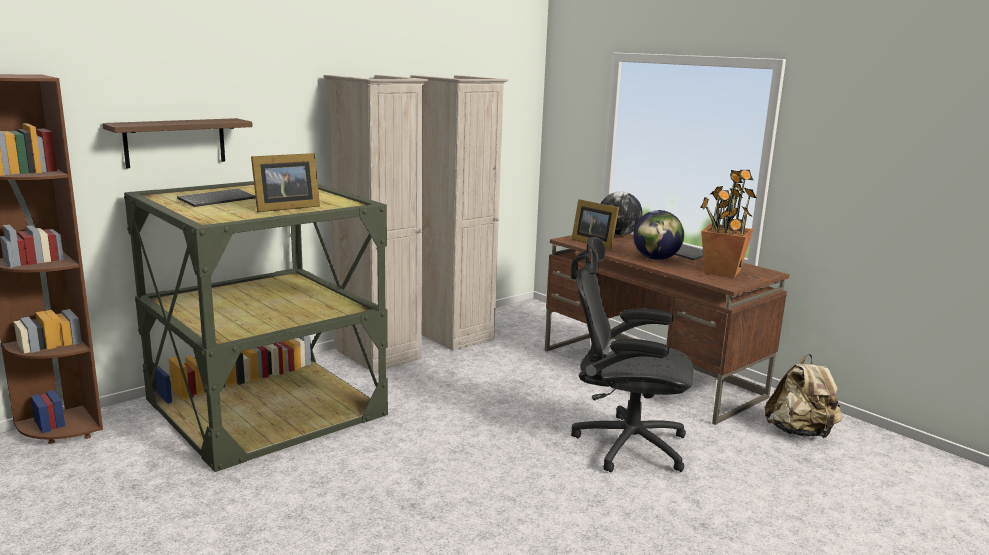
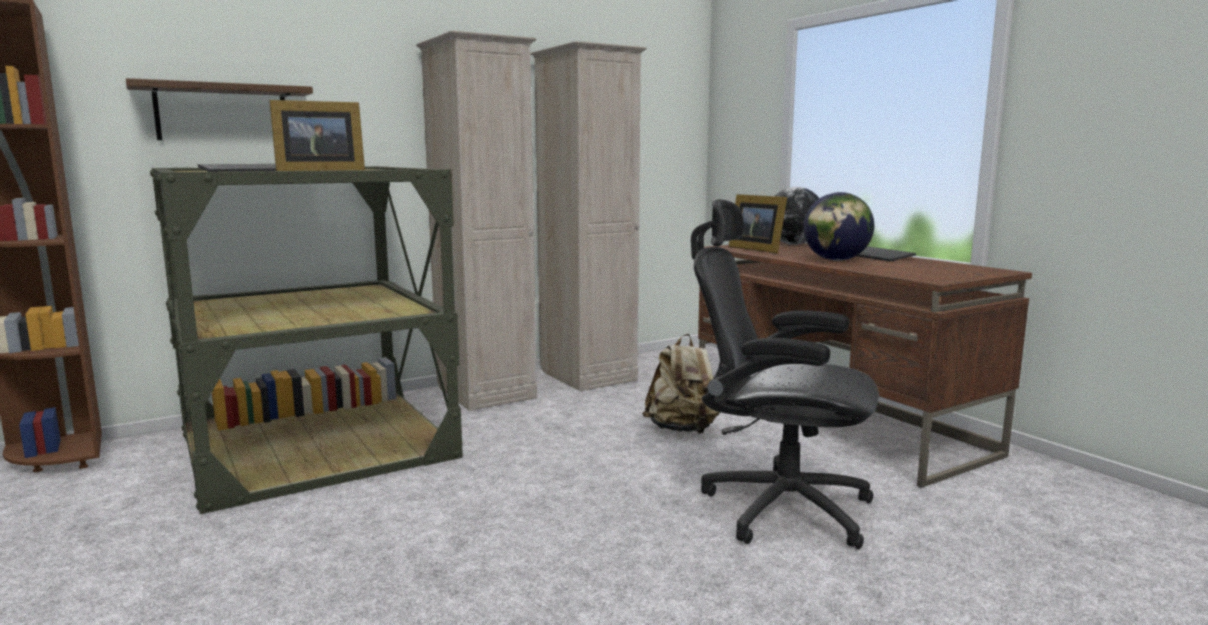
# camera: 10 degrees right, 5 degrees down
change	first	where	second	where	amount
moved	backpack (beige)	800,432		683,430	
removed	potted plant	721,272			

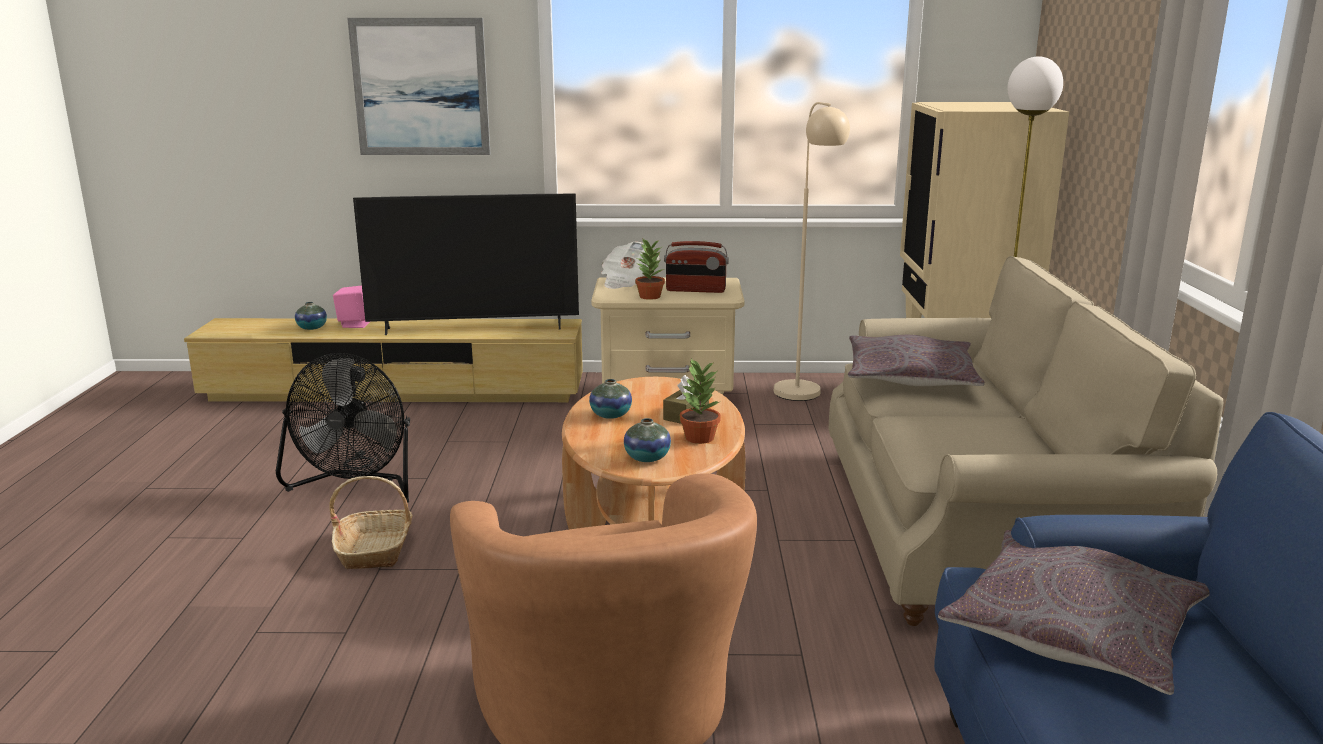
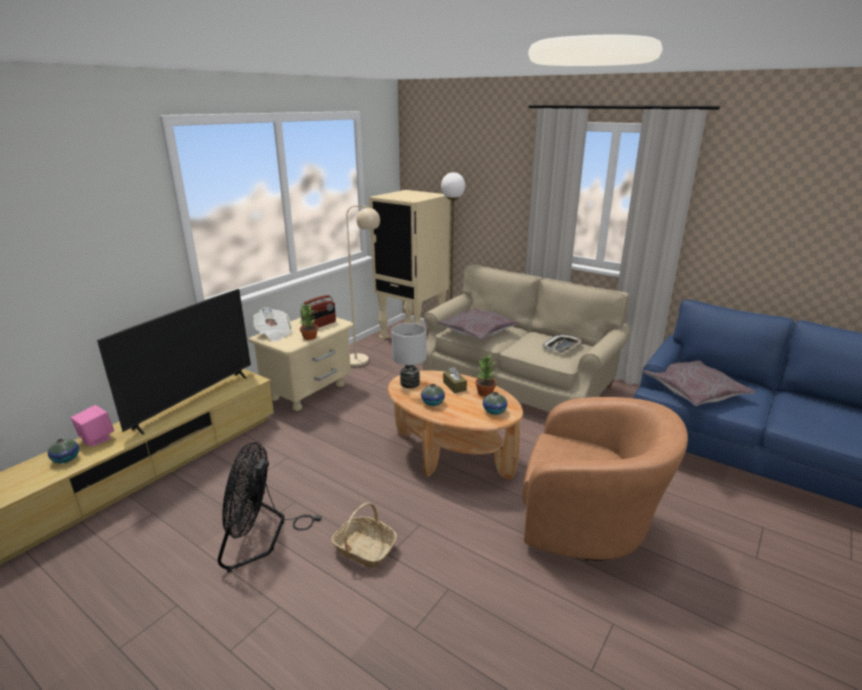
# camera: 55 degrees left, 5 degrees up
change	first	where	second	where	amount
turned	fan (black)	355,484		265,533	135 degrees clockwise
added			table lamp (grey)	410,383	
added			tray	562,347	
removed	picture	421,87			

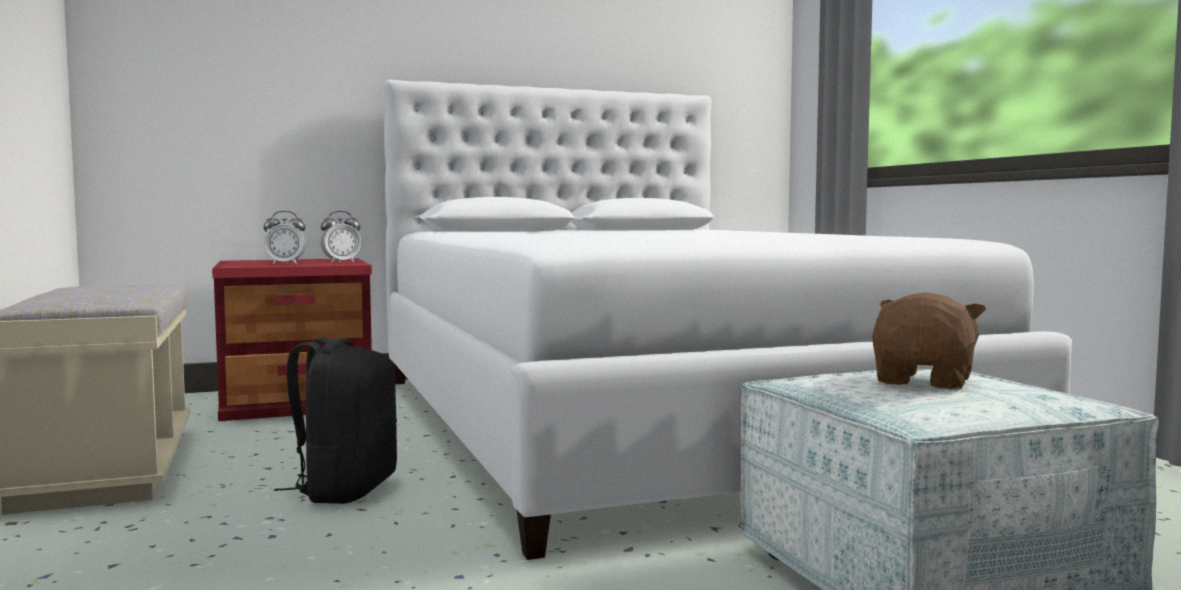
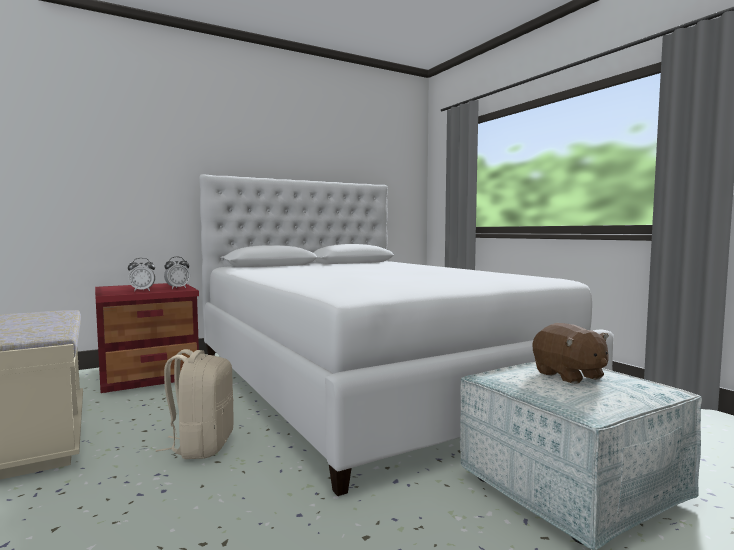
# camera: 10 degrees left, 0 degrees up
change	first	where	second	where	amount
recoloured	backpack (black)	345,490	backpack (beige)	201,446	
turned	plush toy (brown)	925,381		569,375	135 degrees clockwise

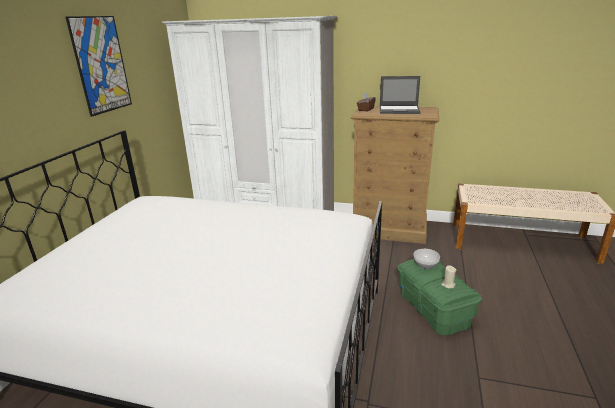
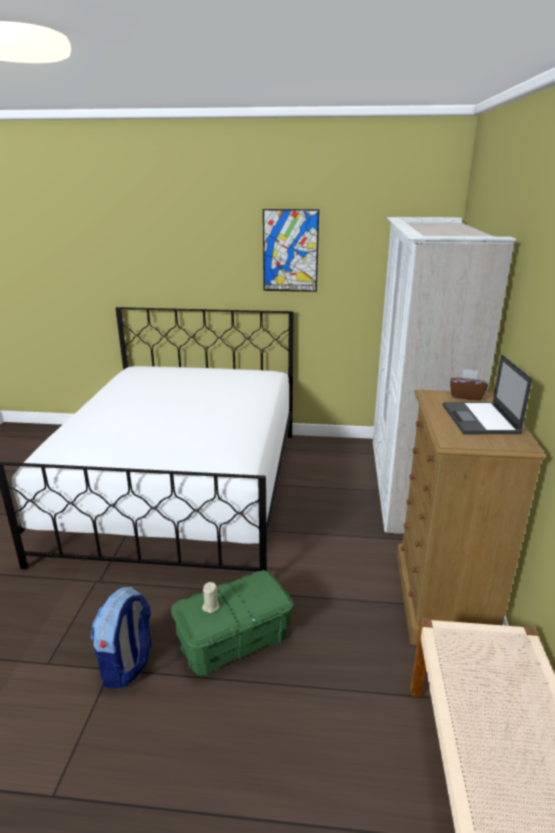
# camera: 80 degrees right, 0 degrees up
change	first	where	second	where	amount
added			backpack	128,665	
removed	bowl	425,264			

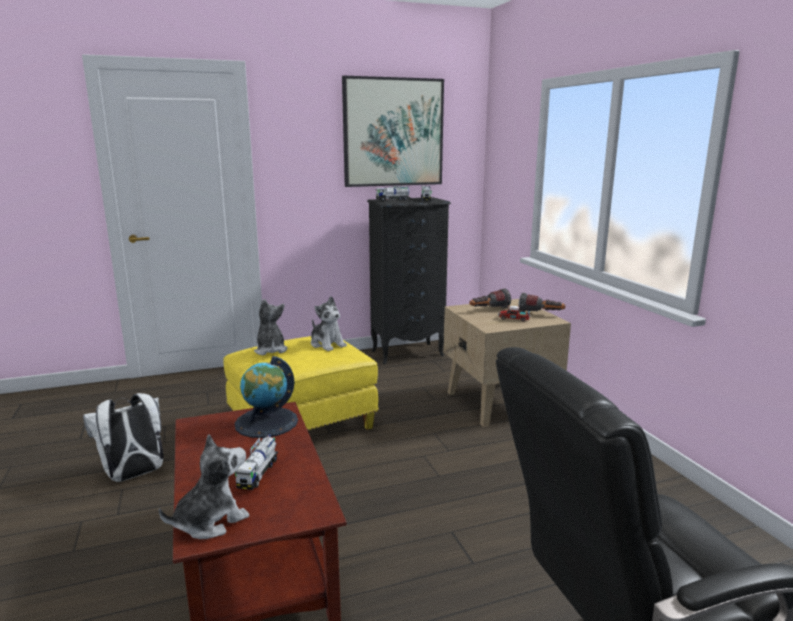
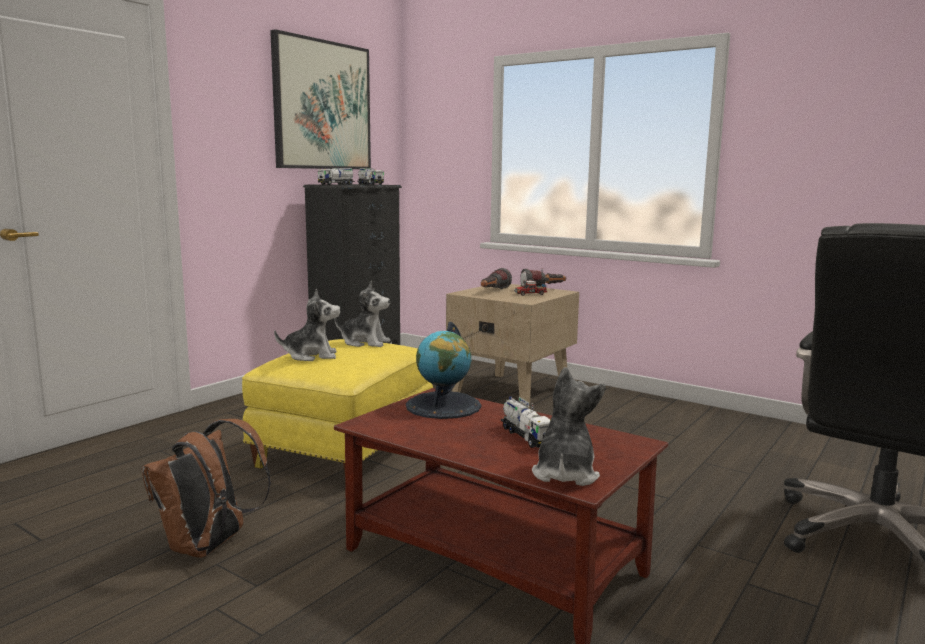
# camera: 35 degrees left, 5 degrees down
change	first	where	second	where	amount
recoloured	backpack (white)	134,475	backpack (brown)	209,547	
turned	plush toy	270,350		311,356	135 degrees clockwise

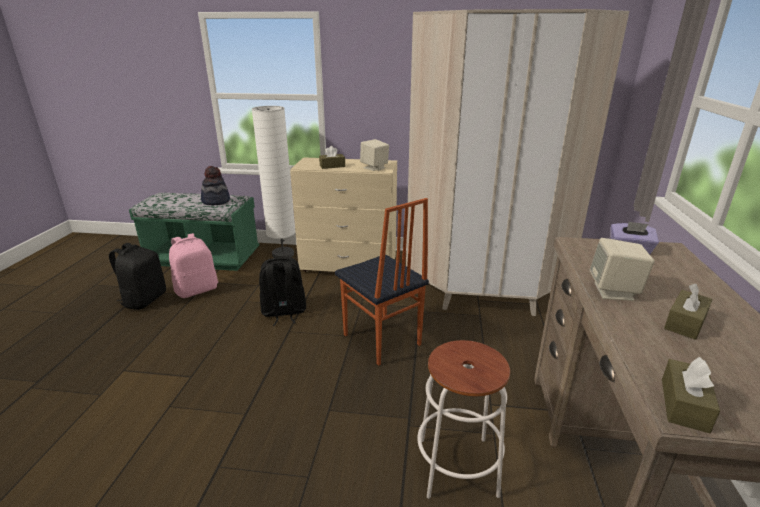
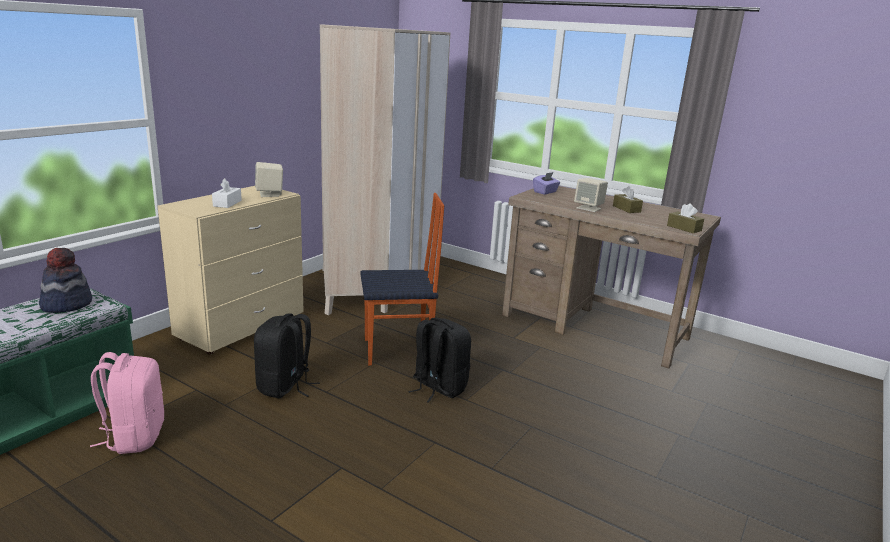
# camera: 65 degrees left, 5 degrees down
change	first	where	second	where	amount
recoloured	tissue box (brown)	332,166	tissue box (white)	227,203	
moved	backpack (black)	144,300		438,387	
removed	floor lamp (white)	283,254			
removed	stool (white)	457,466			

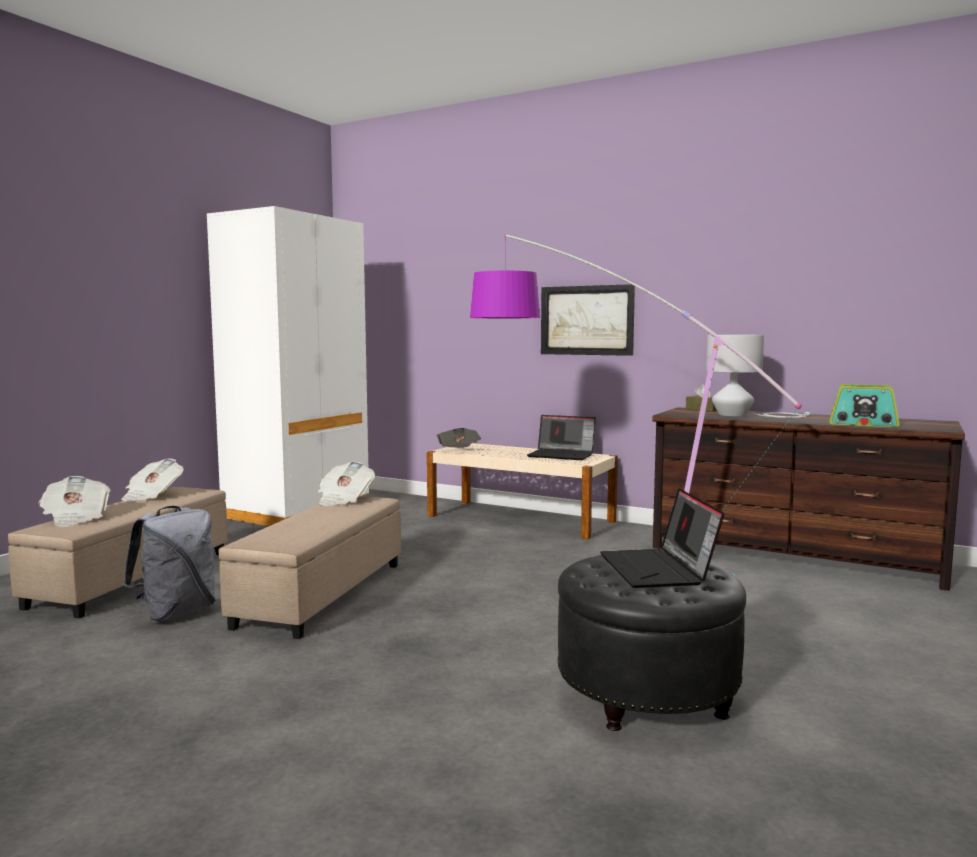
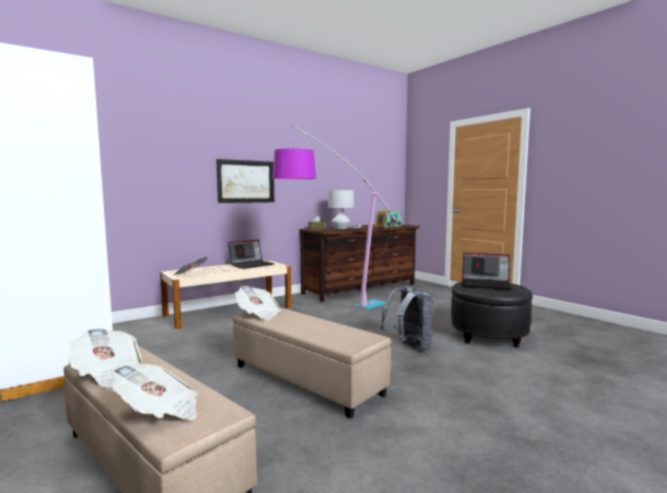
# camera: 65 degrees left, 0 degrees up
change	first	where	second	where	amount
moved	backpack (grey)	176,613		409,347	

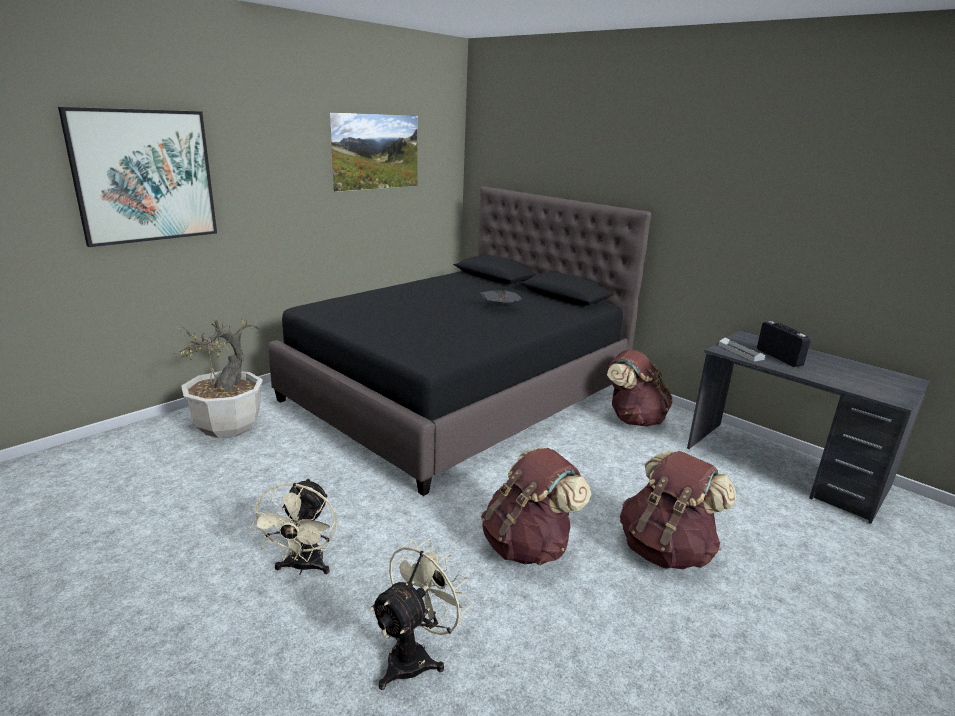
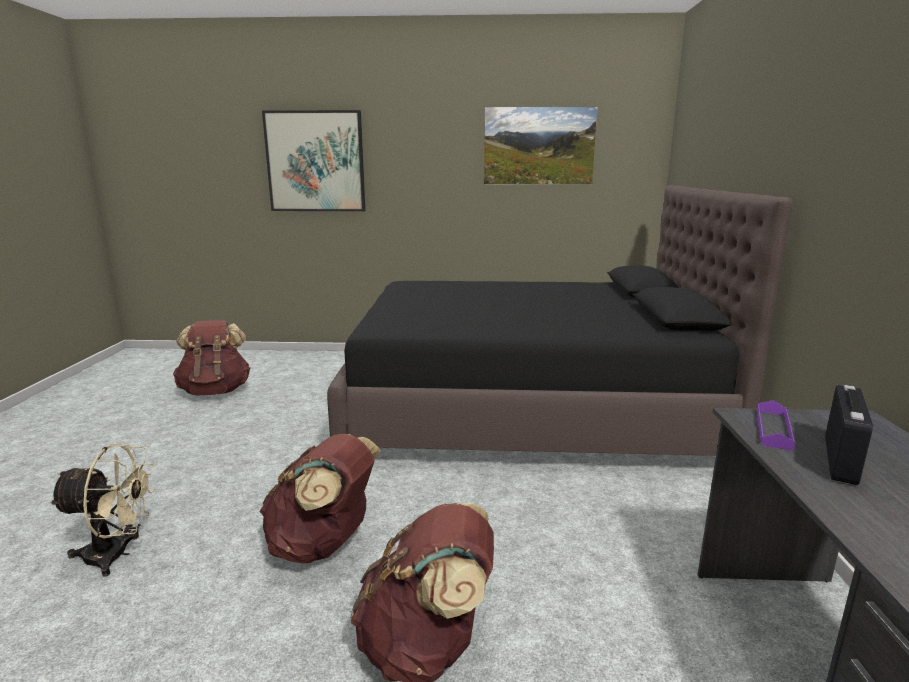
# camera: 50 degrees right, 5 degrees down
change	first	where	second	where	amount
moved	backpack (brown)	633,419		216,391	
recoloured	tray (grey)	740,352	tray (purple)	773,429	
removed	potted plant	228,427			
removed	fan (beige)	303,567			
removed	newspaper	501,308			

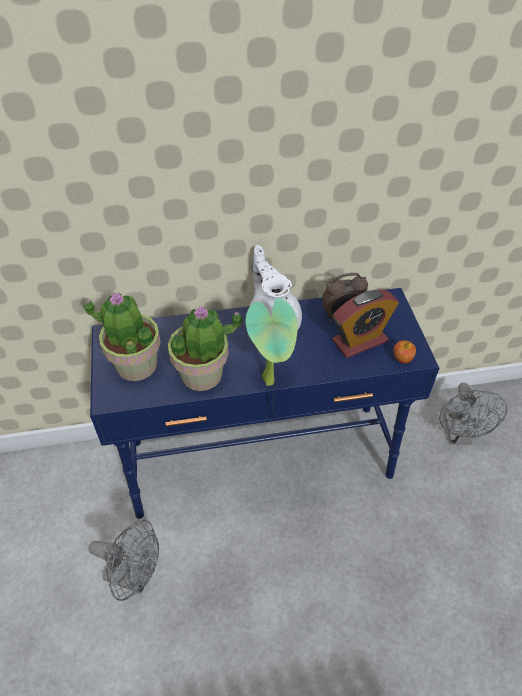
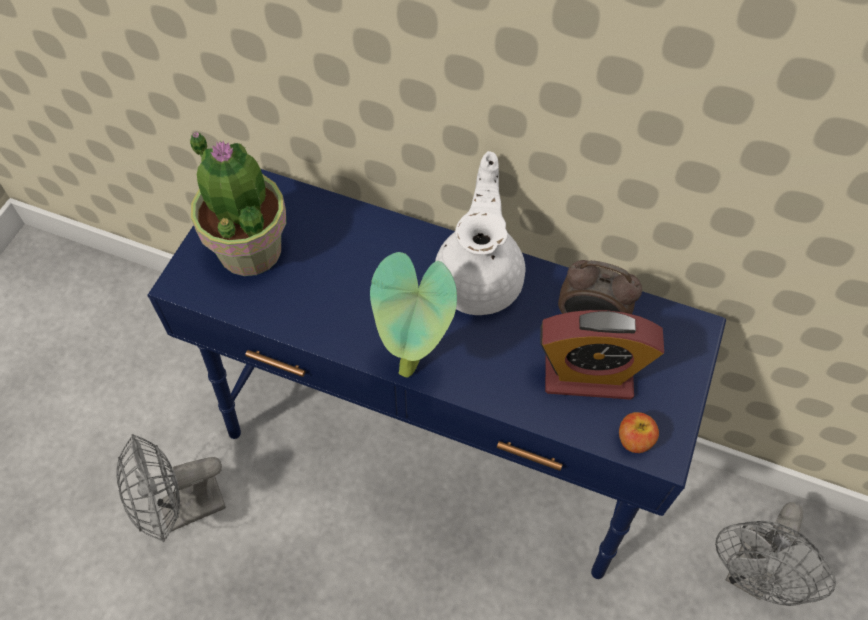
# camera: 30 degrees right, 10 degrees up
change	first	where	second	where	amount
turned	fan (grey)	135,577		182,510	105 degrees clockwise
removed	potted plant	202,375			

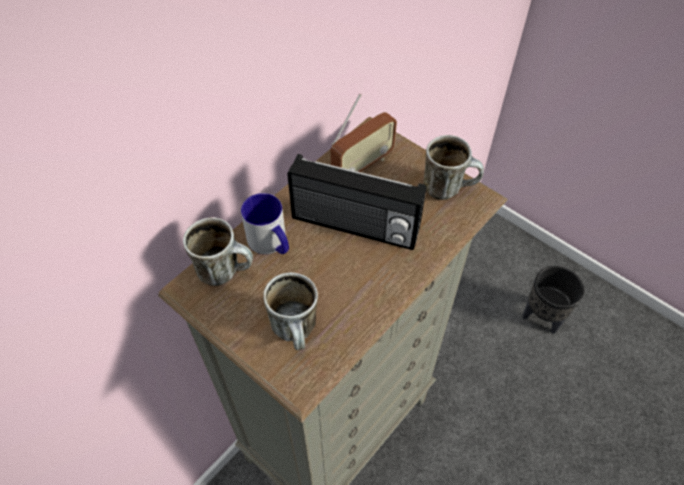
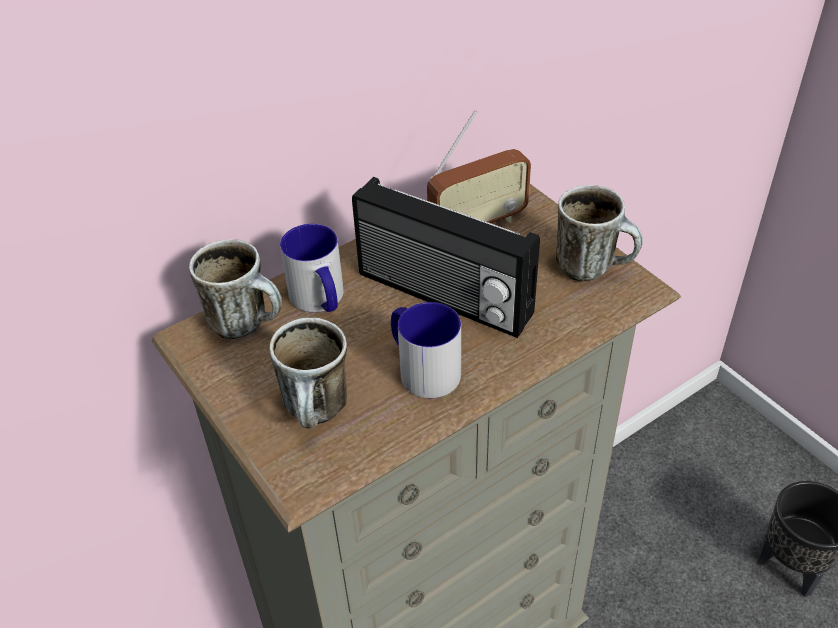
# camera: 15 degrees right, 10 degrees down
change	first	where	second	where	amount
added			mug	422,368	

